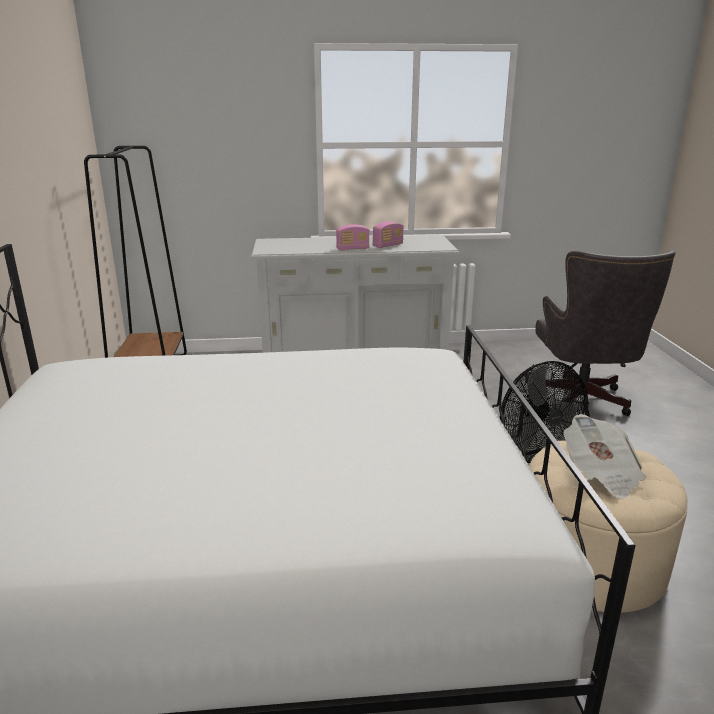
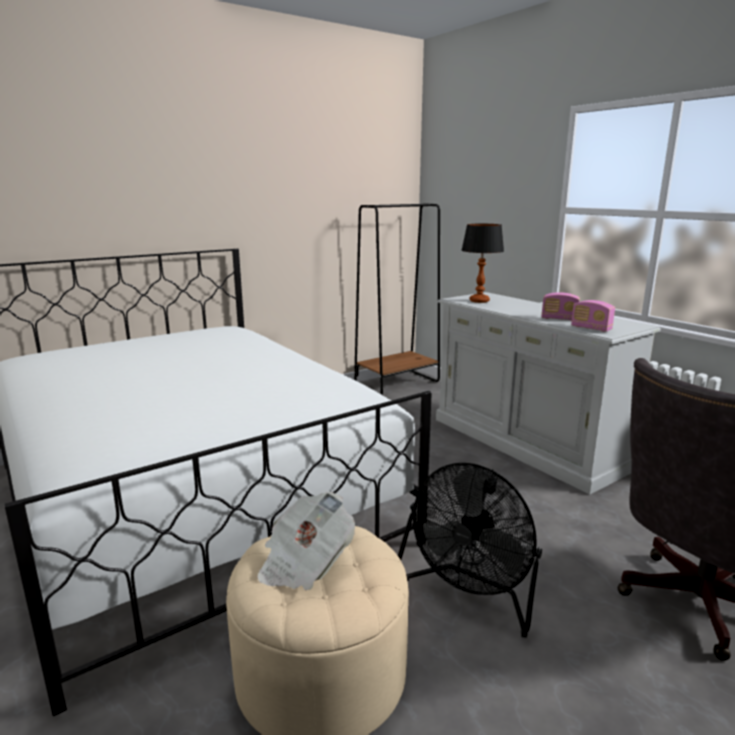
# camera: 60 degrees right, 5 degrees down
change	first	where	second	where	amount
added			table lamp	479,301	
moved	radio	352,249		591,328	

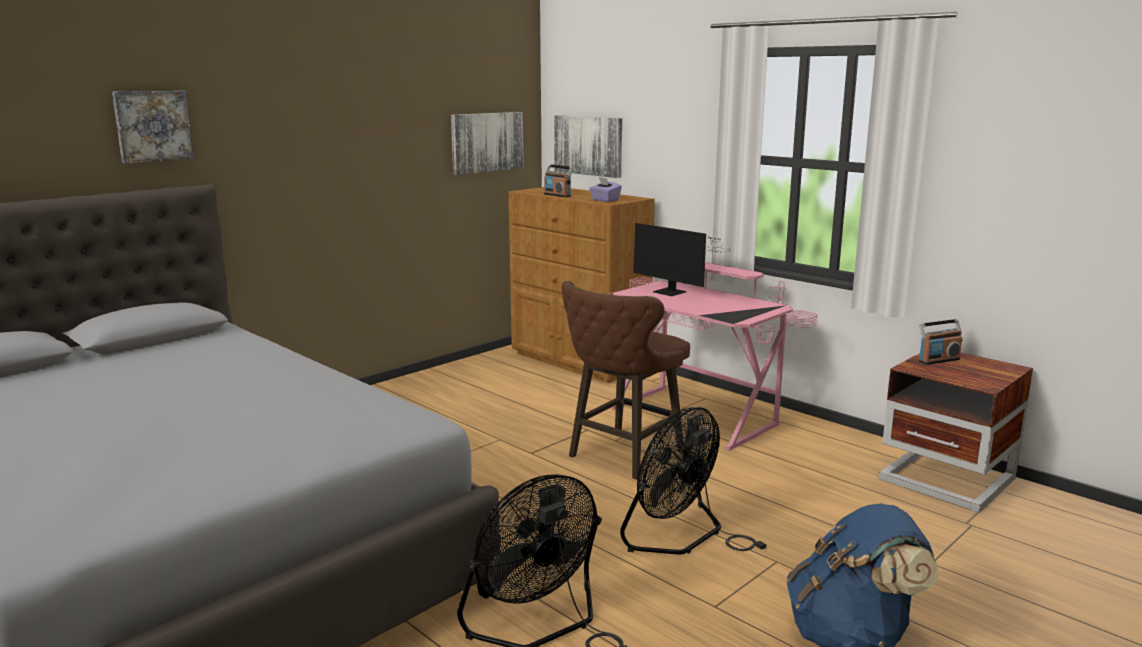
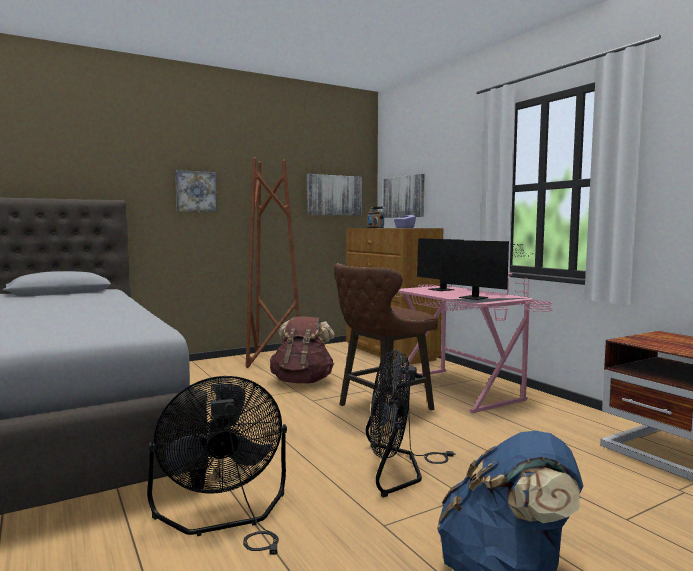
# camera: 15 degrees right, 10 degrees down
change	first	where	second	where	amount
moved	picture	152,126		195,191	
added			clothes rack (brown)	269,360	
added			backpack (brown)	302,381	
turned	fan (black)	690,534		399,466	60 degrees counterclockwise
added			monitor	476,298	
removed	radio	938,360			

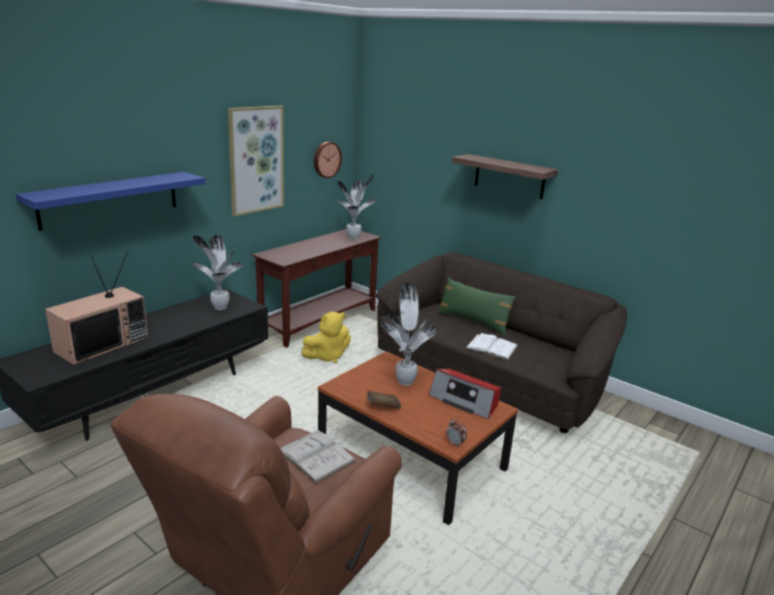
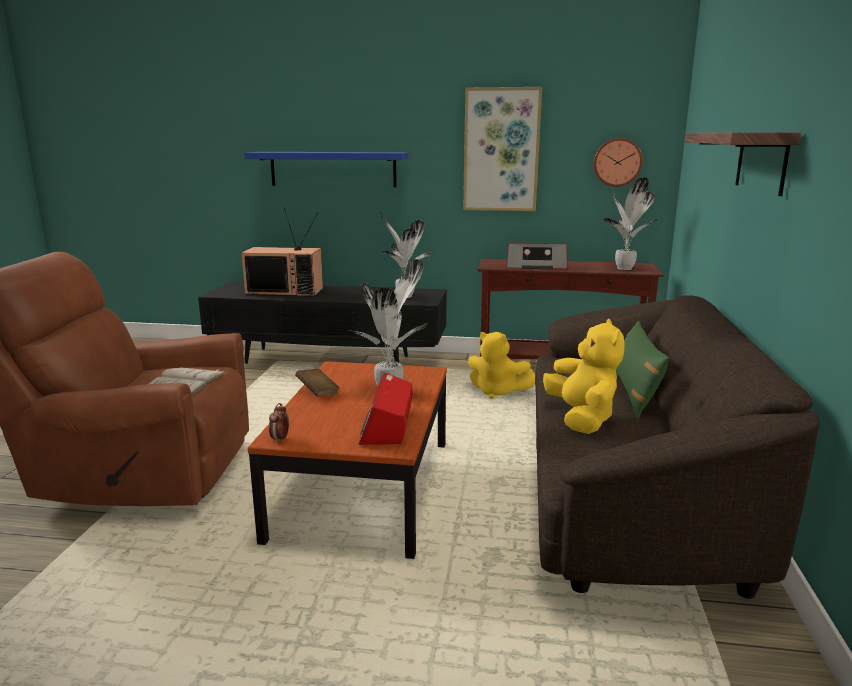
# camera: 60 degrees right, 5 degrees down
change	first	where	second	where	amount
added			radio	535,266	
replaced	book (white)	491,347	plush toy (yellow)	581,418	

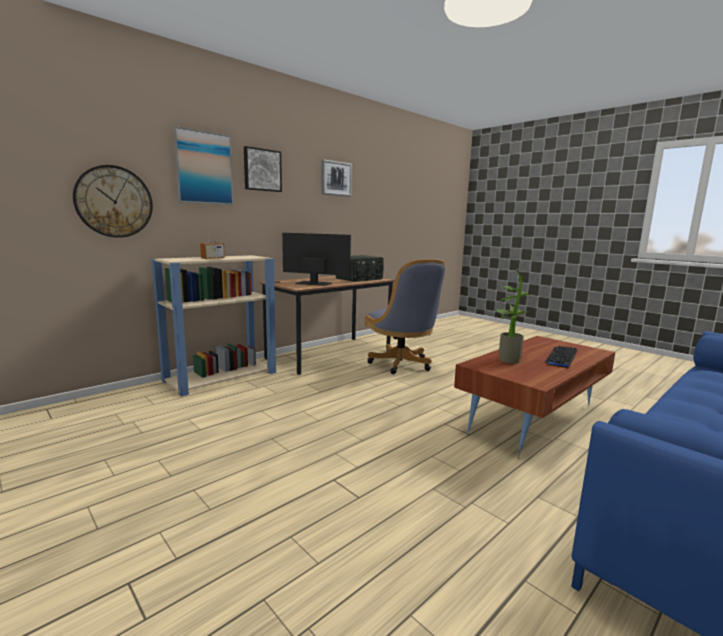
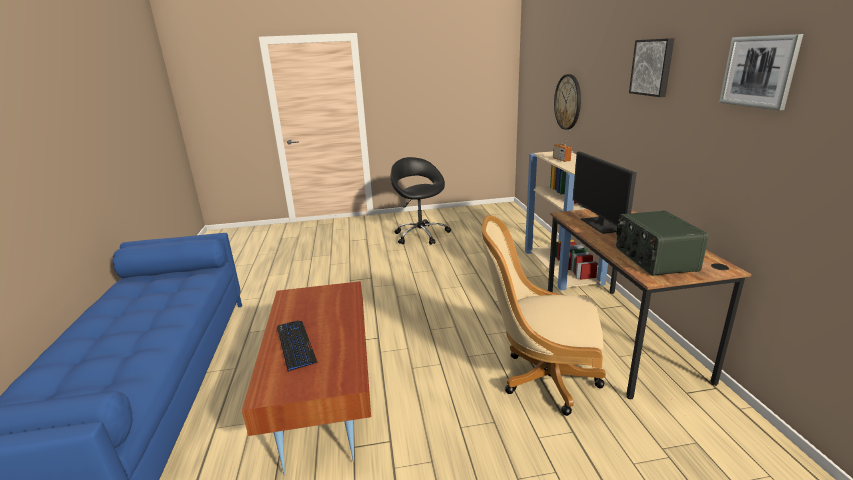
# camera: 125 degrees right, 10 degrees up
change	first	where	second	where	amount
added			office chair (black)	420,235	
recoloured	office chair (blue)	403,366	office chair (beige)	540,379	
turned	monitor	313,283		603,225	120 degrees clockwise
removed	picture	204,168			
removed	potted plant	507,359			

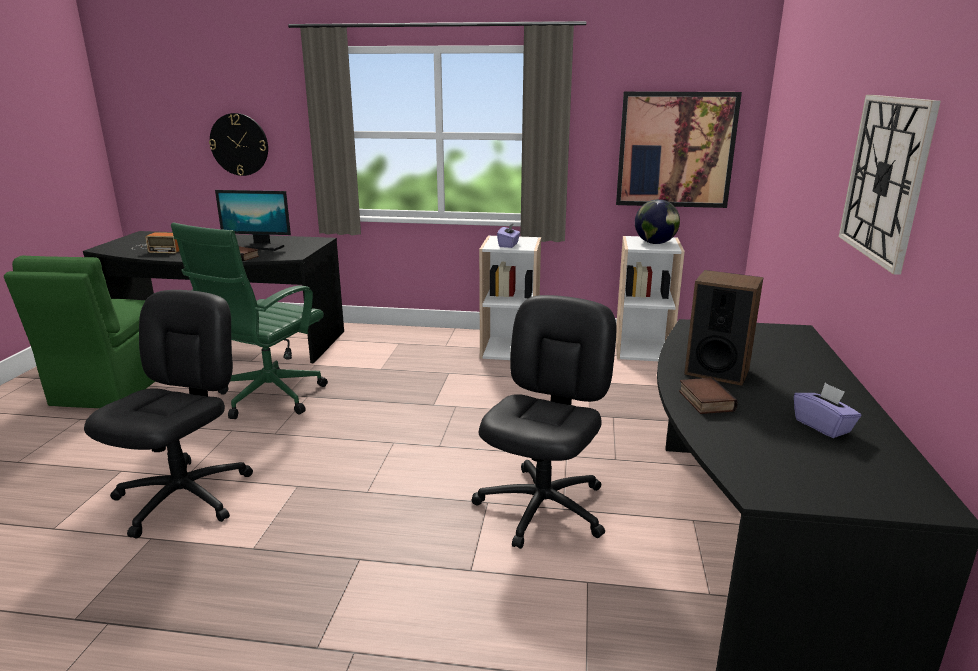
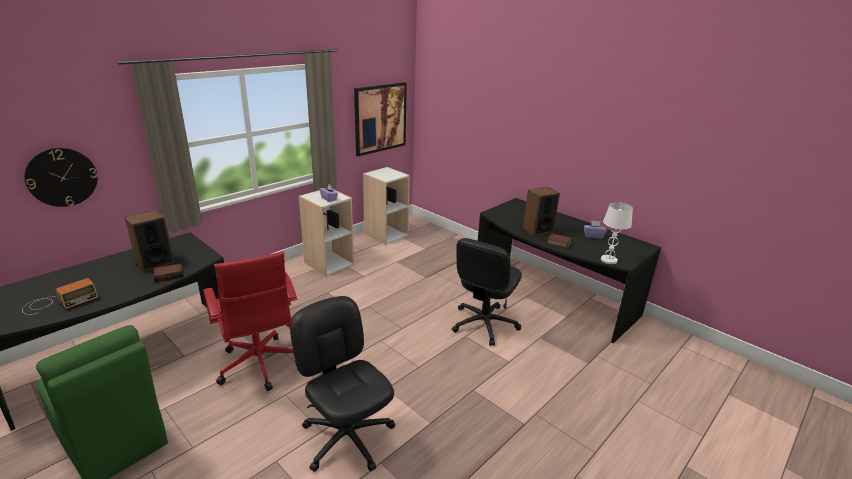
# camera: 55 degrees left, 5 degrees up
change	first	where	second	where	amount
replaced	monitor	258,247	speaker	155,263	
recoloured	office chair (green)	267,399	office chair (red)	260,367	
turned	office chair (black)	543,507		484,324	120 degrees counterclockwise
added			table lamp (white)	609,260	
removed	globe	655,243			
removed	wall clock	885,178			

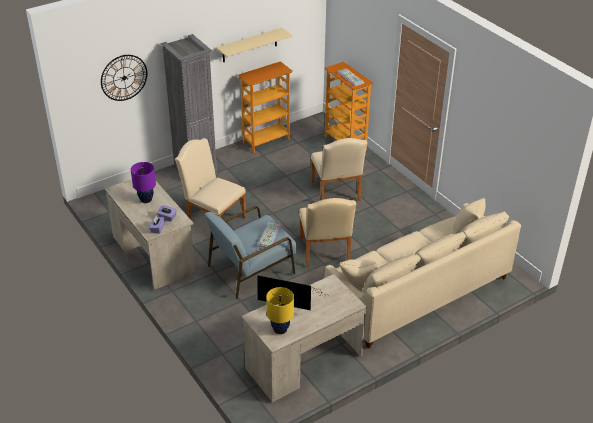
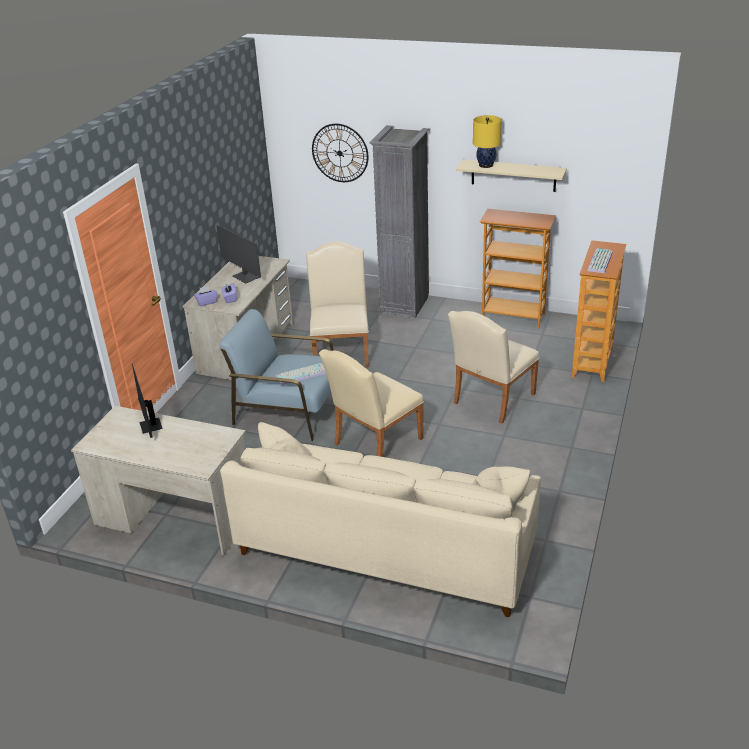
# camera: 55 degrees right, 5 degrees down
change	first	where	second	where	amount
replaced	table lamp (purple)	146,199	monitor	245,277	
moved	table lamp (yellow)	280,329		486,165	

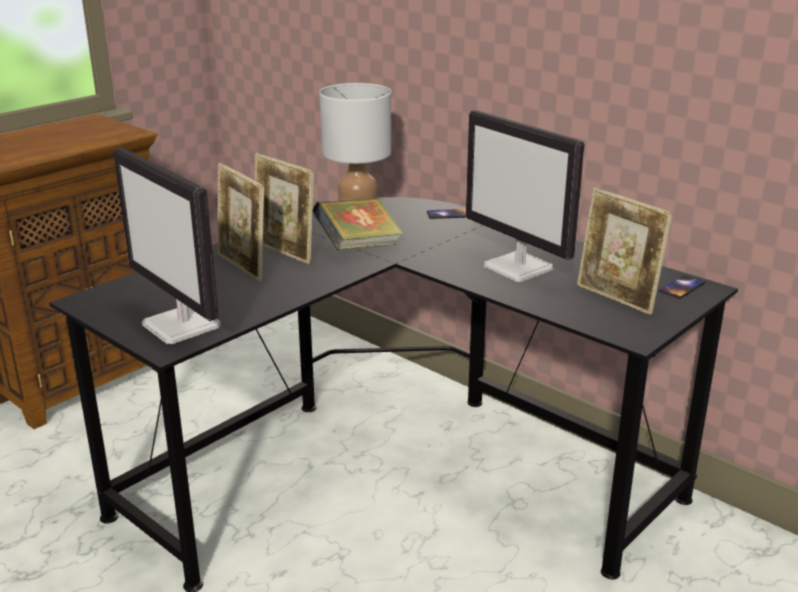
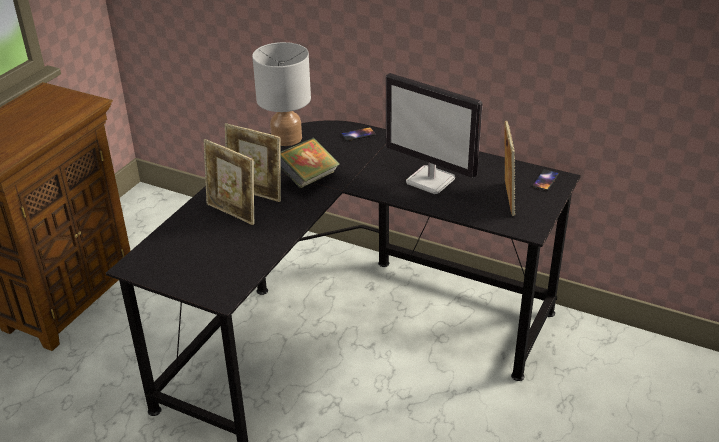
# camera: 15 degrees left, 10 degrees up
change	first	where	second	where	amount
turned	picture frame	616,299		506,198	120 degrees counterclockwise
removed	monitor	182,326			

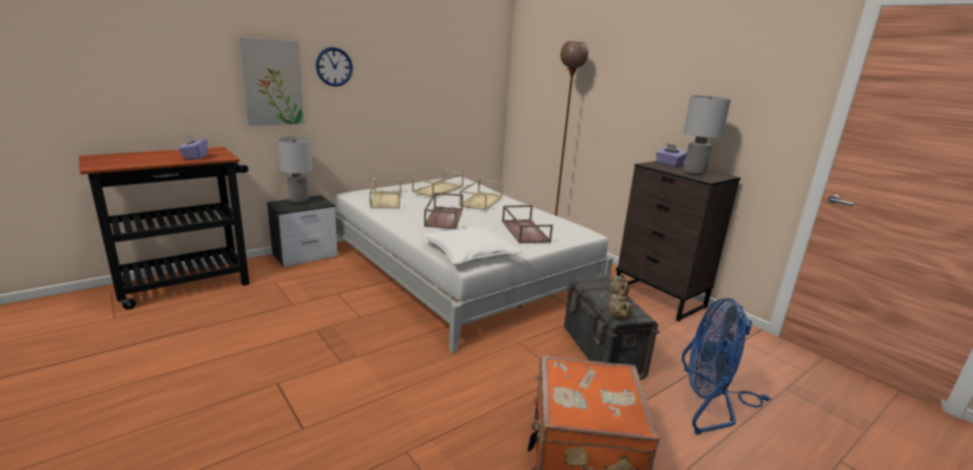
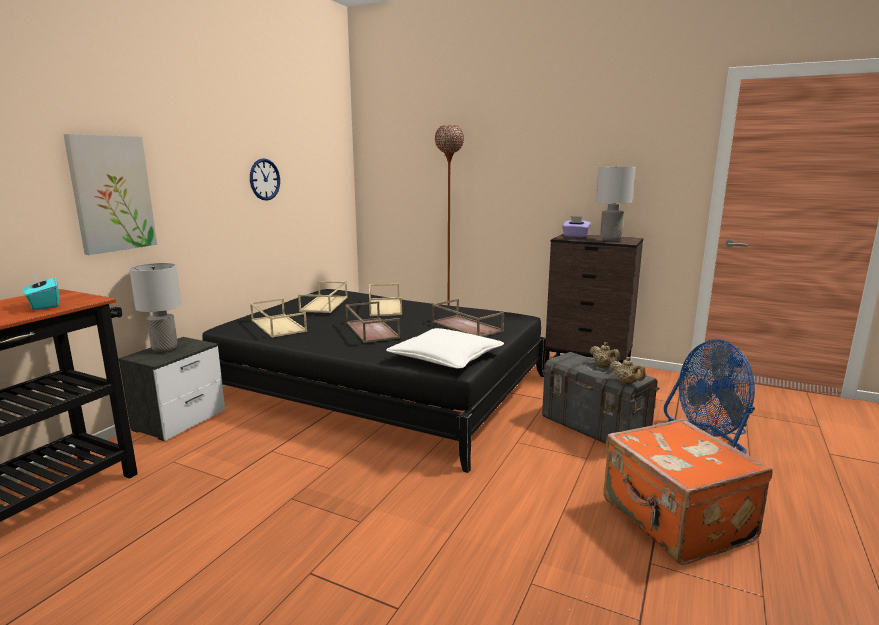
# camera: 25 degrees left, 5 degrees down
change	first	where	second	where	amount
recoloured	tissue box (purple)	195,157	tissue box (turquoise)	44,306	
recoloured	bed (white)	458,267	bed (black)	380,387	
moved	wall clock	334,67		264,179	

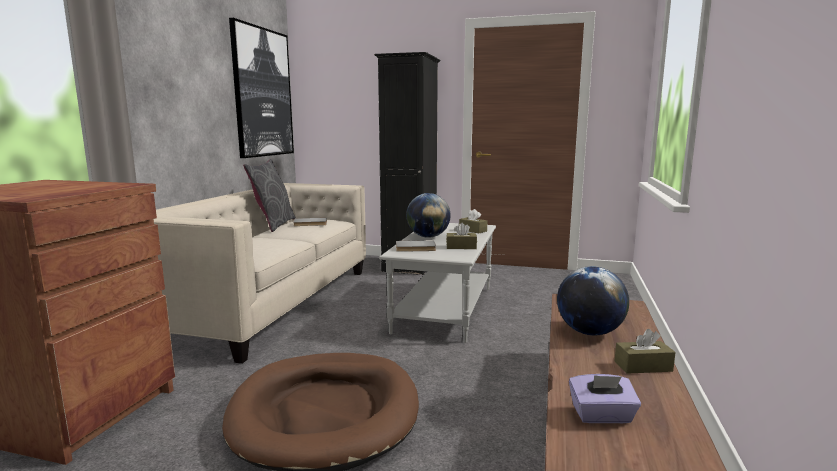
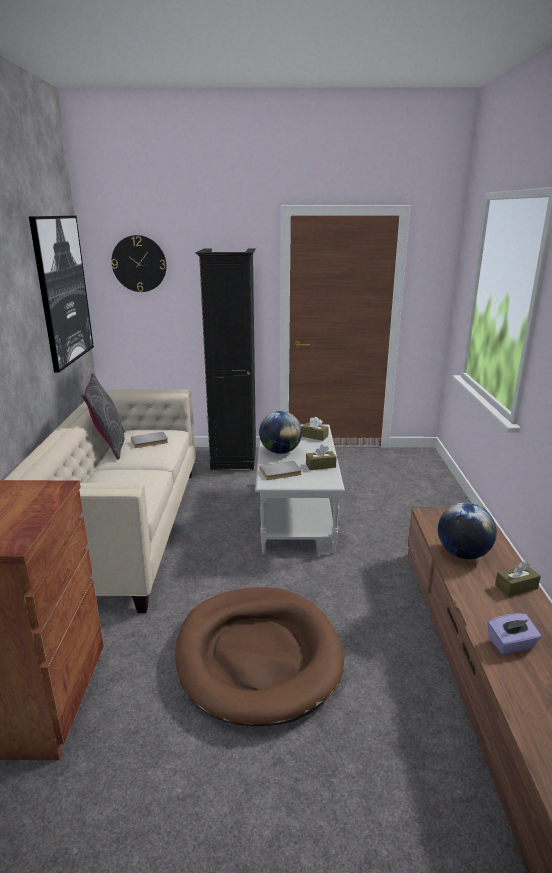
# camera: 15 degrees left, 10 degrees up
change	first	where	second	where	amount
added			wall clock	139,264	

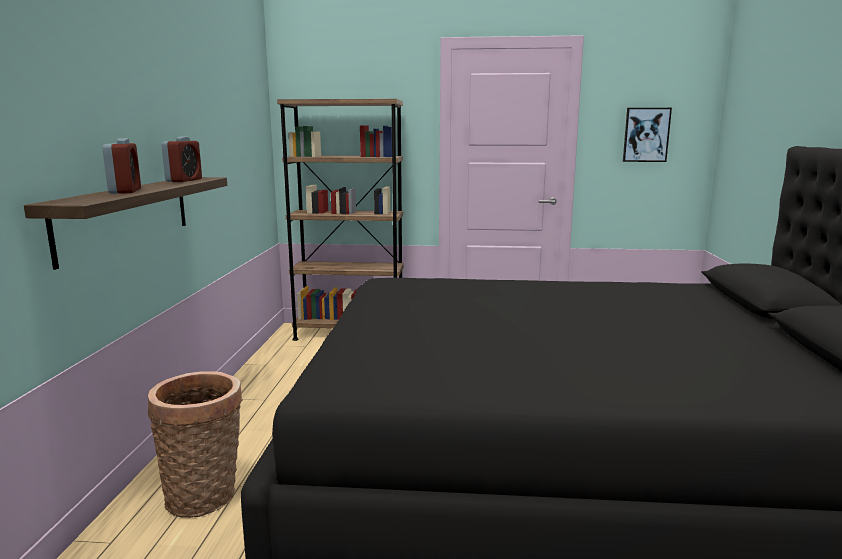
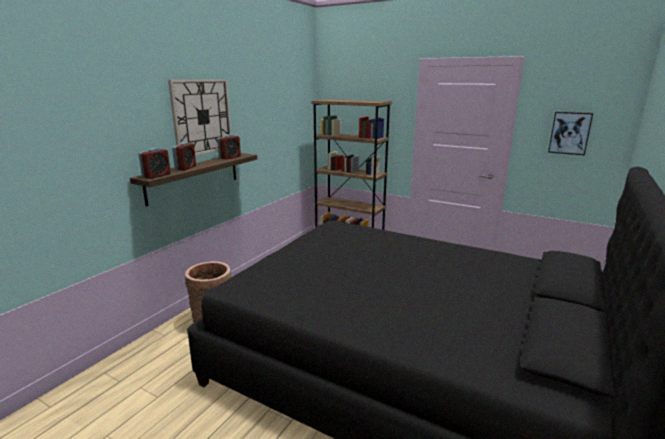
# camera: 25 degrees right, 5 degrees up
change	first	where	second	where	amount
added			alarm clock	156,176	
added			wall clock	202,117	

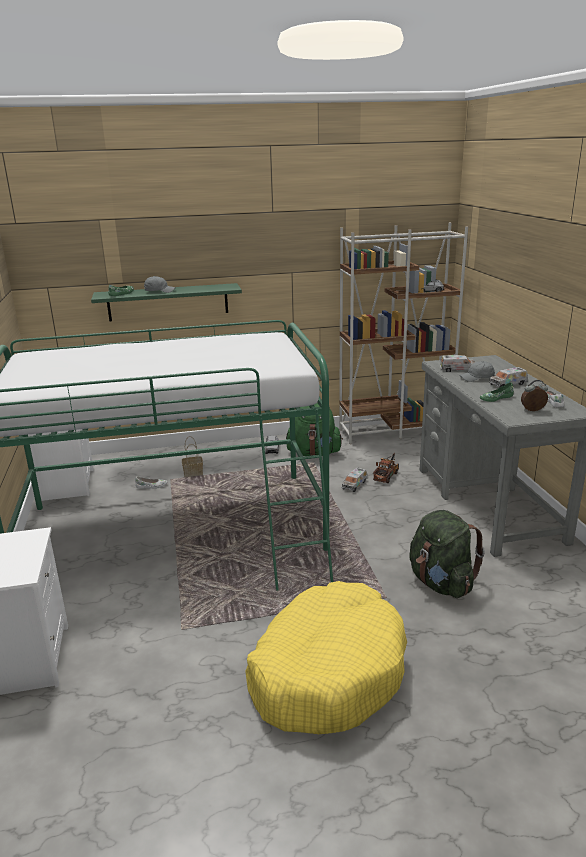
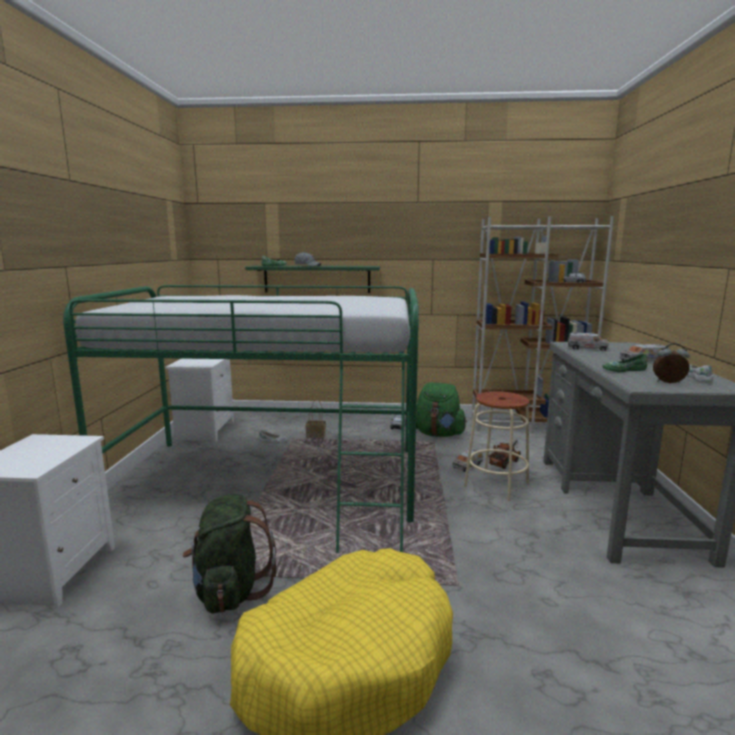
# camera: 15 degrees right, 10 degrees down
change	first	where	second	where	amount
moved	backpack (green)	441,583		230,591	
added			stool (beige)	496,484	
removed	cap (grey)	477,378			

